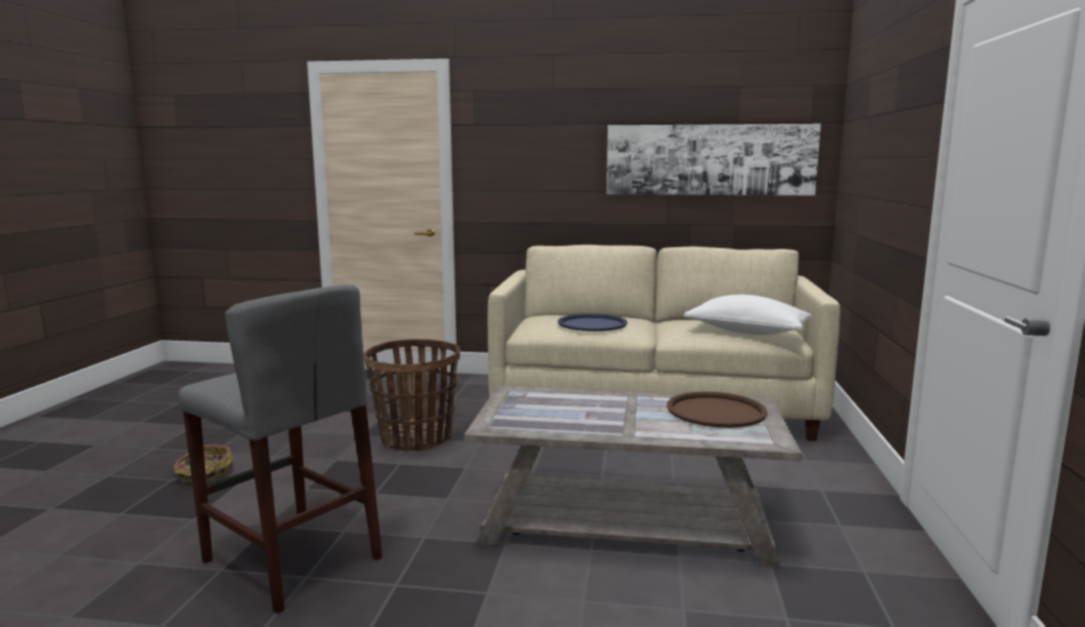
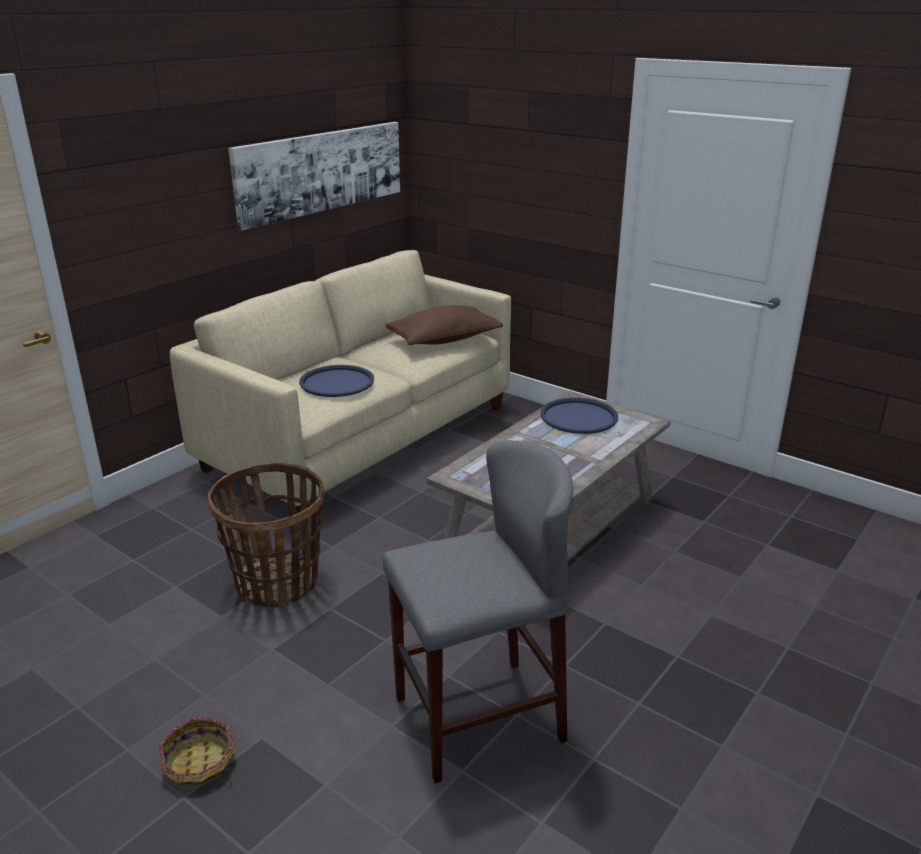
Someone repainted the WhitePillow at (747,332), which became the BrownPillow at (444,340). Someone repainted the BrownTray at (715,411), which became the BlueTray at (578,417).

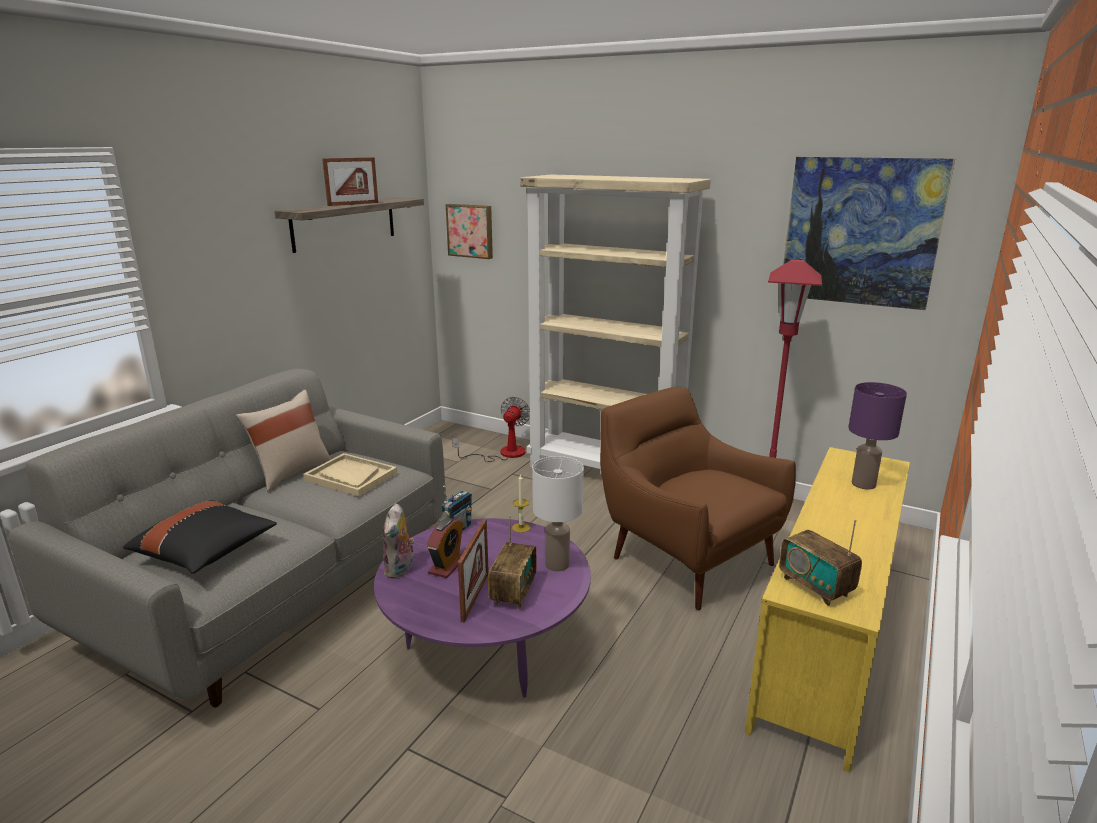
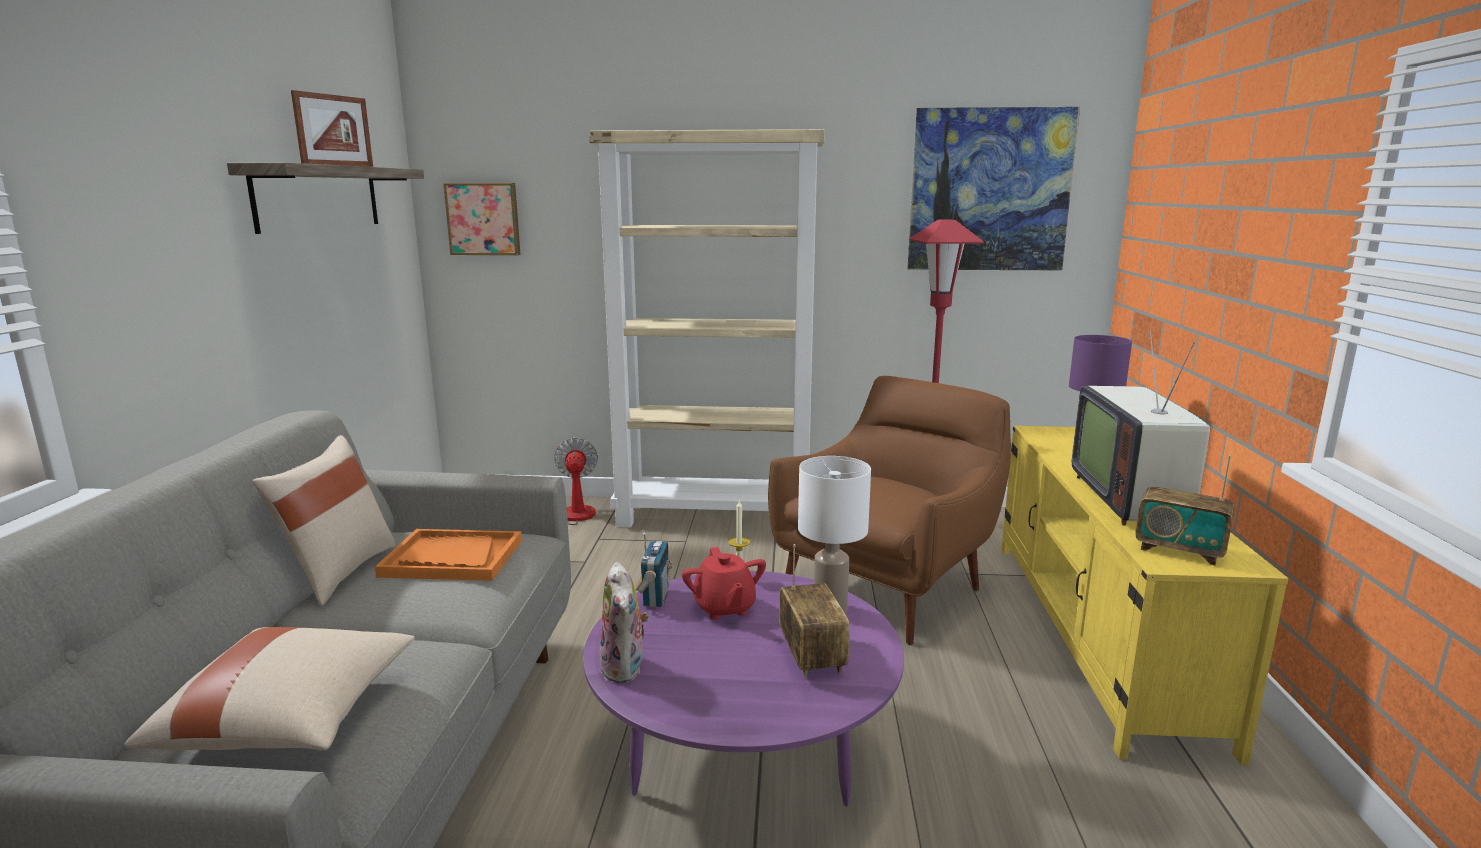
Someone repainted the BlackPillow at (206,553), which became the BeigePillow at (292,719). Someone repainted the BeigeTray at (350,477), which became the OrangeTray at (452,558). Someone put down the RedTeapot at (724,608). Someone rotated the BrownArmchair at (686,558) by 105 degrees clockwise. Someone put down the Television at (1133,499). Someone took away the AlarmClock at (447,566). Someone took away the PictureFrame at (475,596).

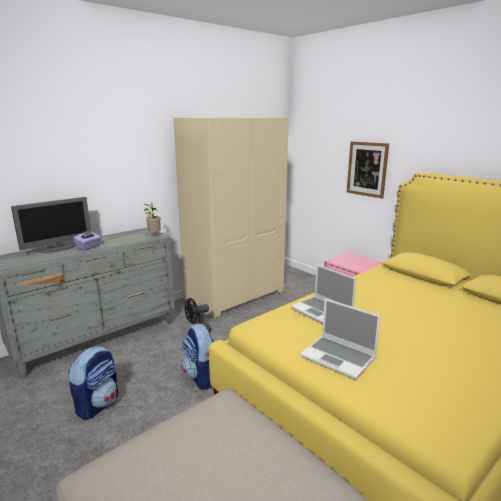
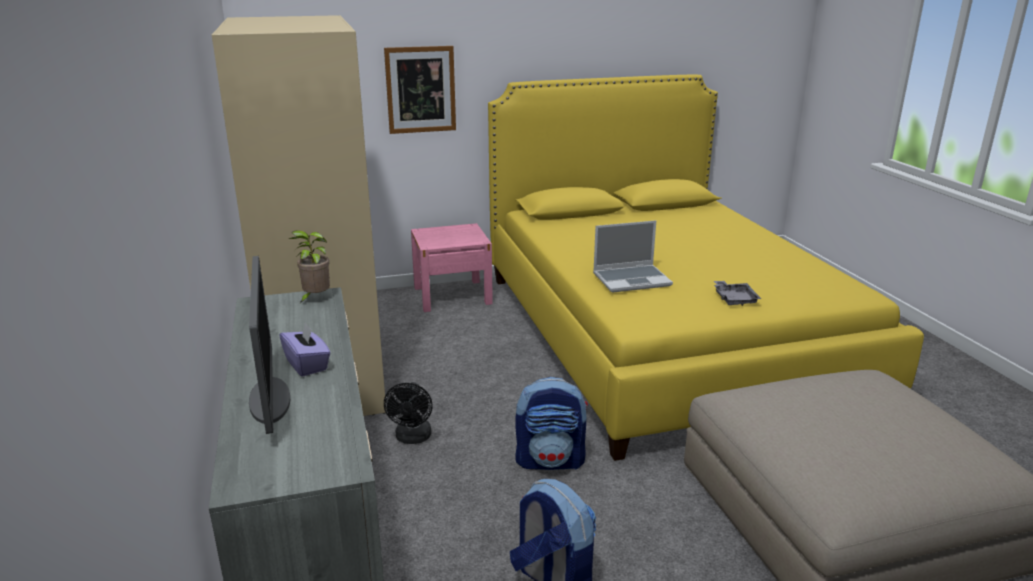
Someone swapped the Laptop at (339,357) for the GreyTray at (734,299).

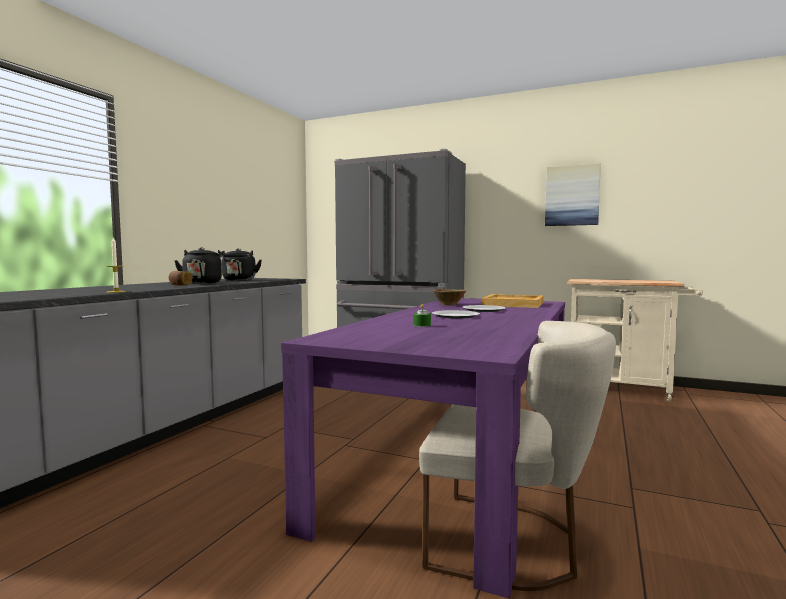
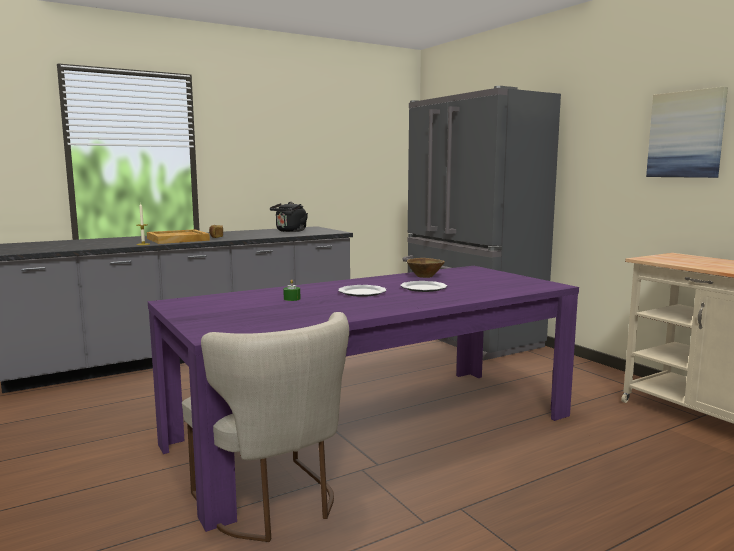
Someone carried the BeigeTray from (513,304) to (178,239). Someone took away the BlackKettle at (202,283).

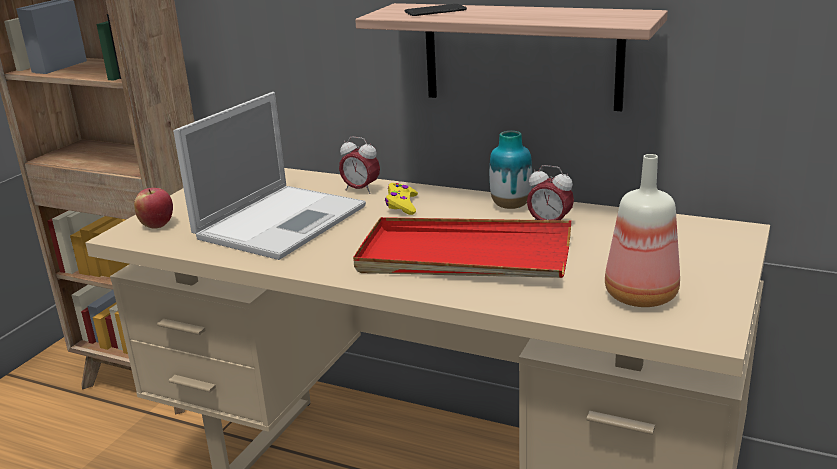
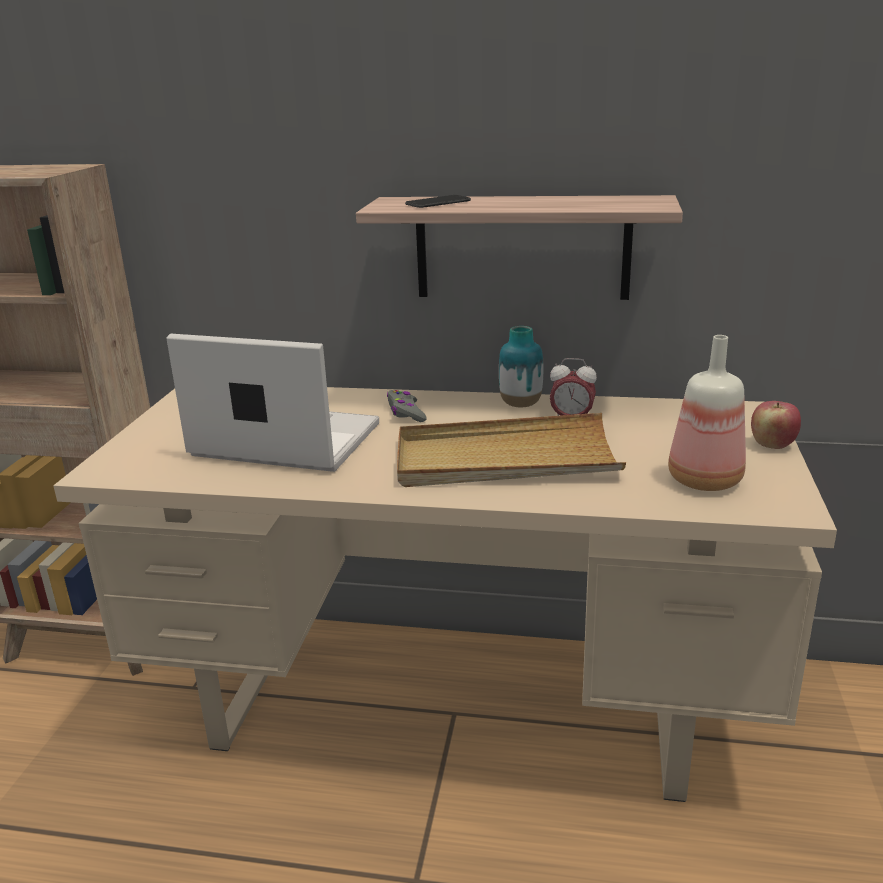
Someone rotated the Laptop at (283,221) by 90 degrees counterclockwise. Someone repainted the YellowGameController at (401,205), which became the GreyGameController at (405,413). Someone repainted the RedTray at (464,256), which became the BeigeTray at (505,459). Someone carried the Apple from (157,225) to (772,445). Someone took away the AlarmClock at (361,190).

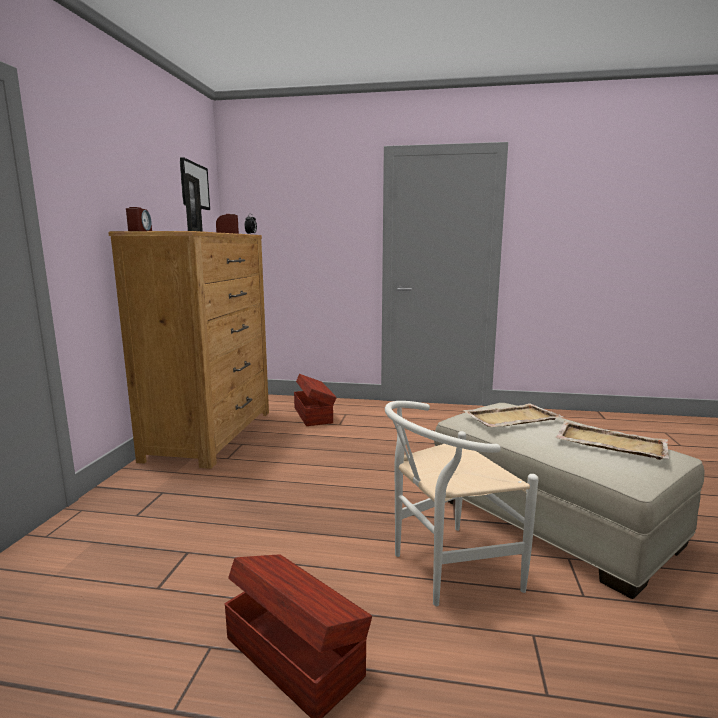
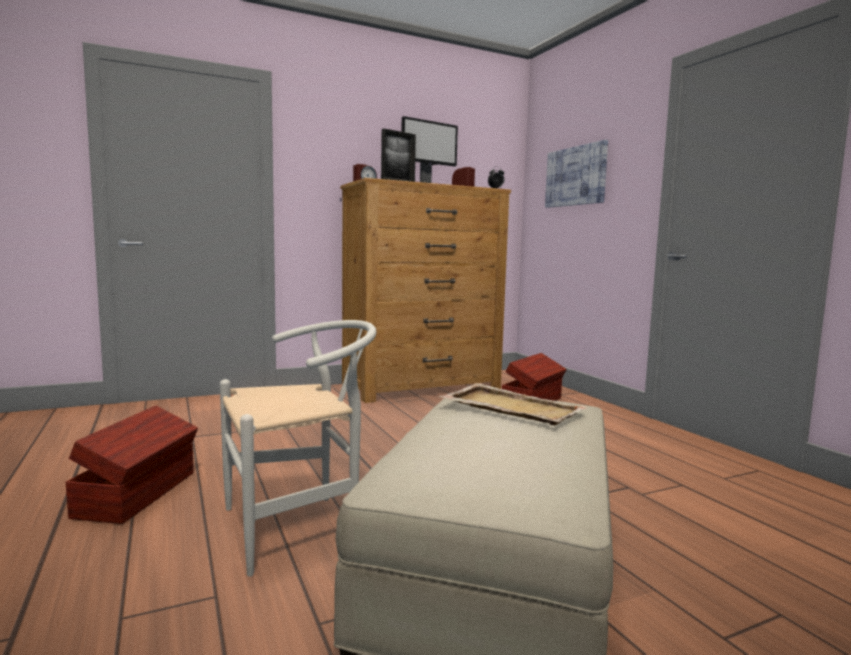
Someone rotated the WhiteChair at (444,569) by 120 degrees clockwise. Someone put up the Picture at (576,176). Someone took away the BeigeTray at (609,443).

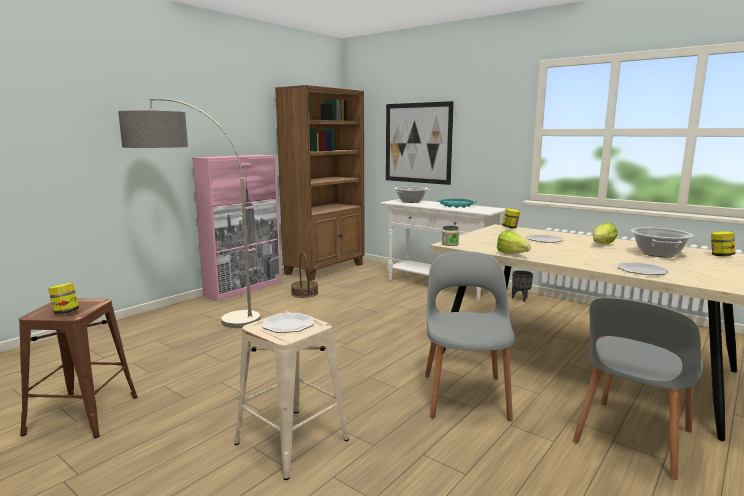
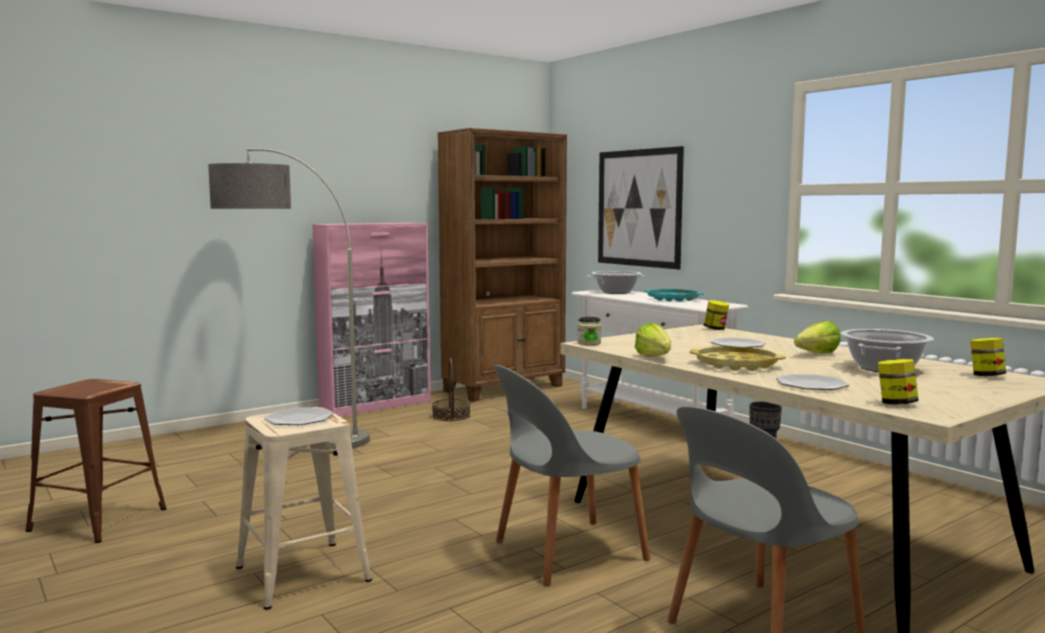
Someone rotated the GreyChair at (465,394) by 135 degrees counterclockwise. Someone put down the YellowTray at (736,365). Someone carried the Jar from (65,312) to (896,403).

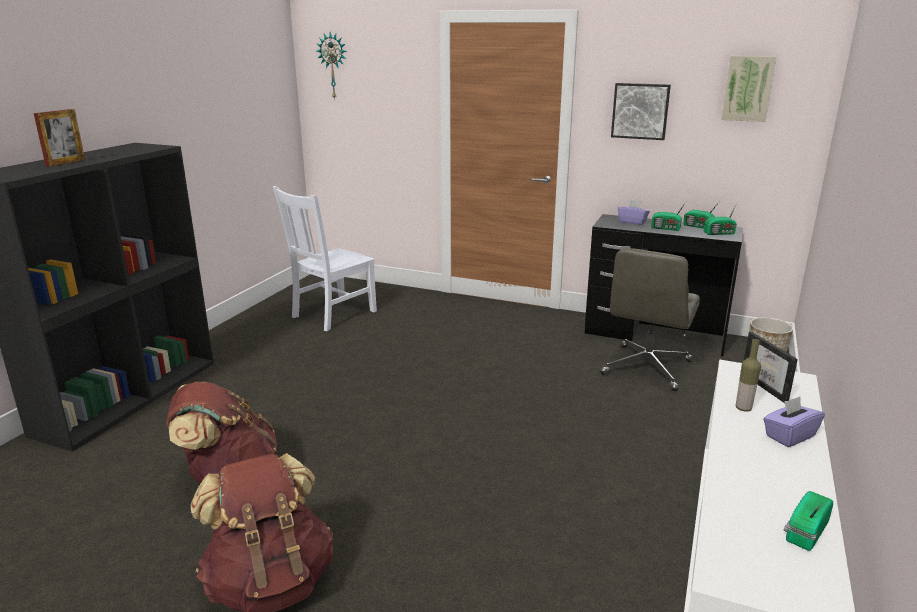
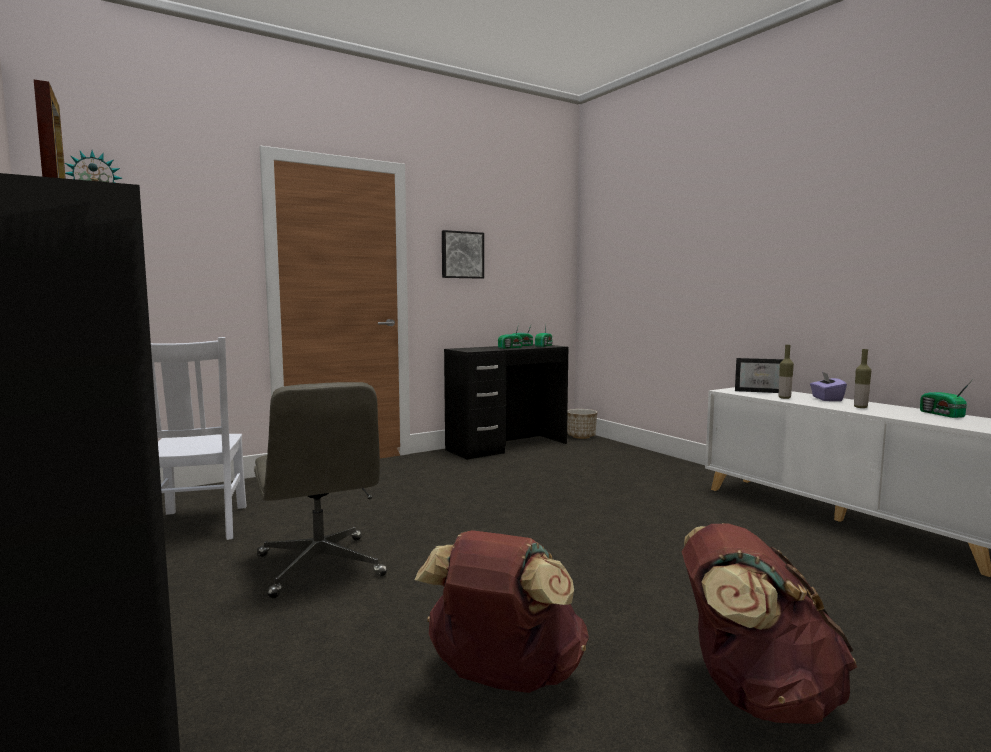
Someone carried the GreyOfficeChair from (646,368) to (320,566). Someone put down the Bottle at (860,407). Someone took away the PurpleTissueBox at (632,222). Someone took away the Picture at (748,88).

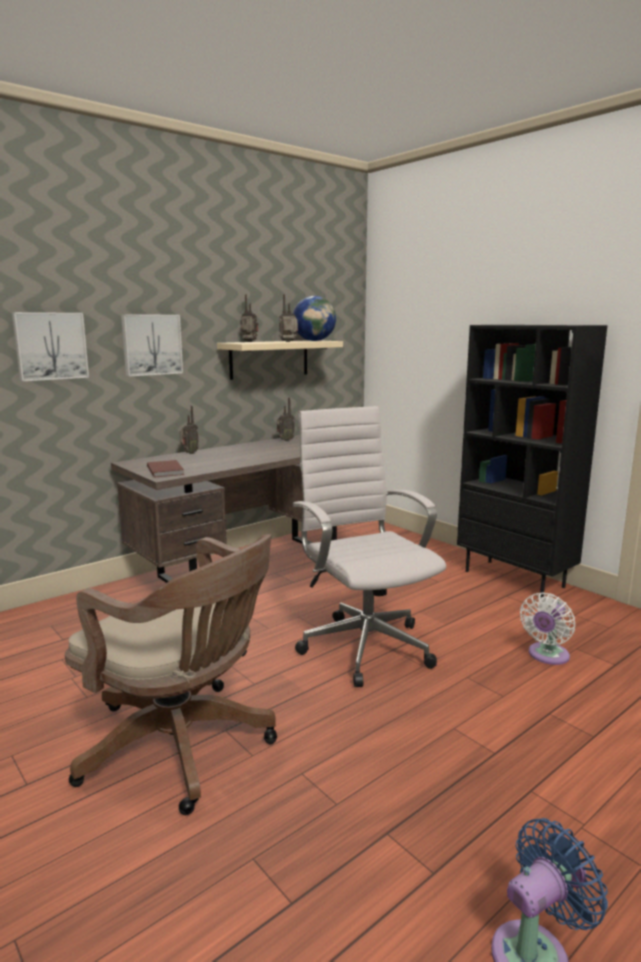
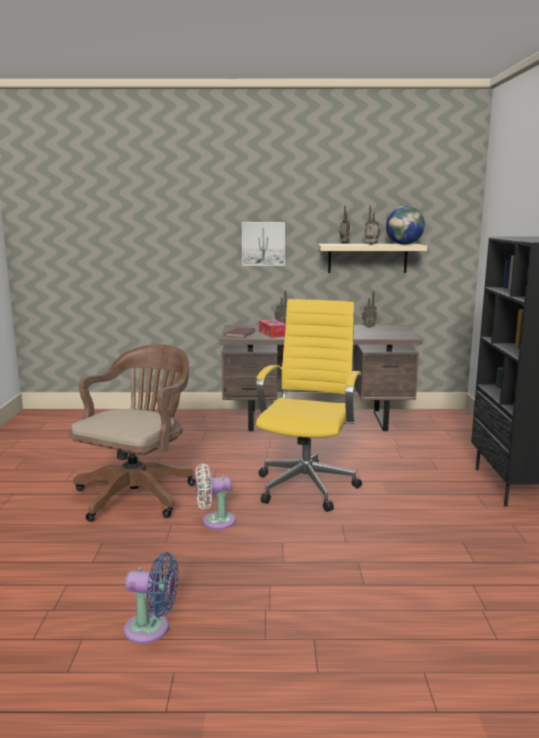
Someone rotated the BrownOfficeChair at (183,747) by 135 degrees counterclockwise. Someone carried the WhiteFan from (546,656) to (215,521). Someone repainted the WhiteOfficeChair at (363,645), which became the YellowOfficeChair at (307,485). Someone put down the TissueBox at (272,333). Someone took away the Picture at (50,346).

